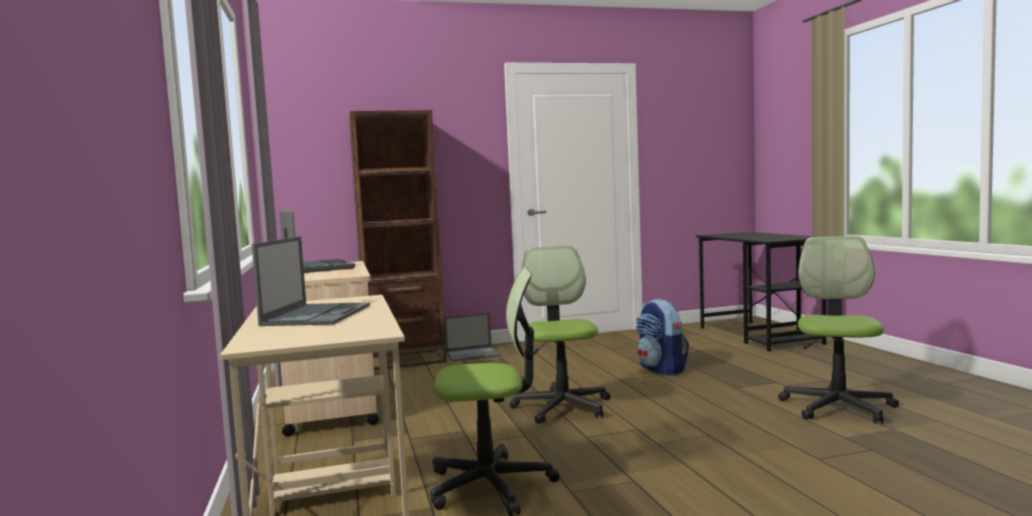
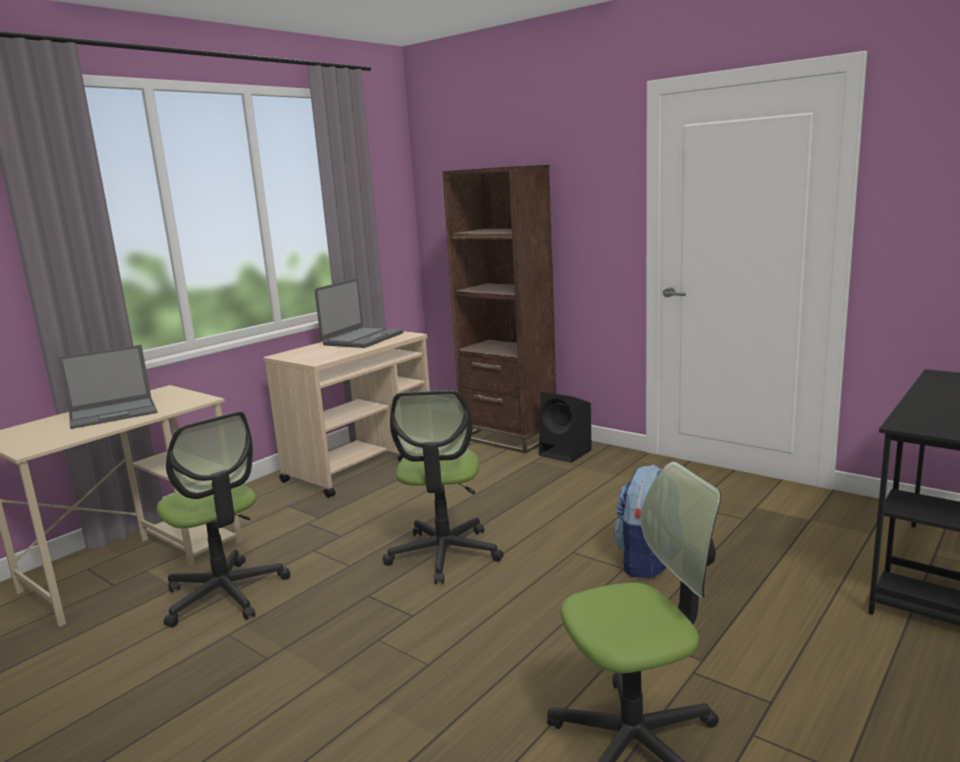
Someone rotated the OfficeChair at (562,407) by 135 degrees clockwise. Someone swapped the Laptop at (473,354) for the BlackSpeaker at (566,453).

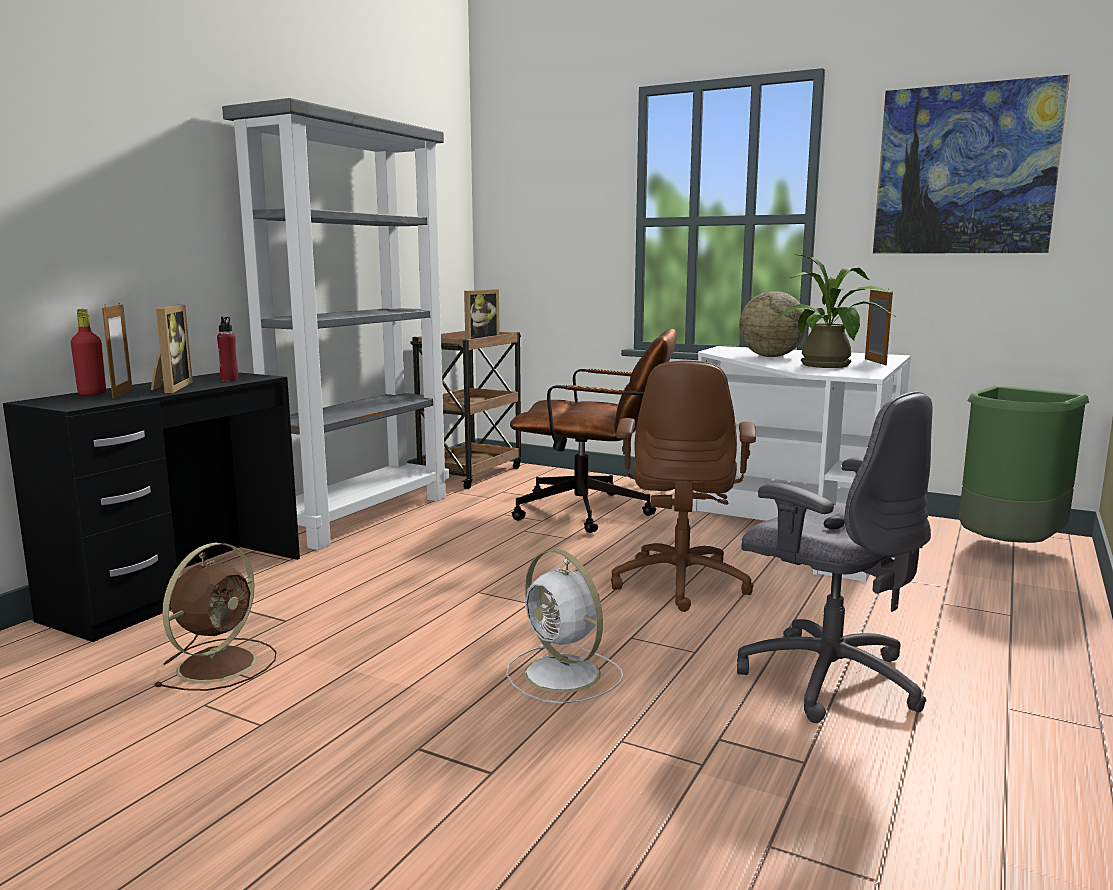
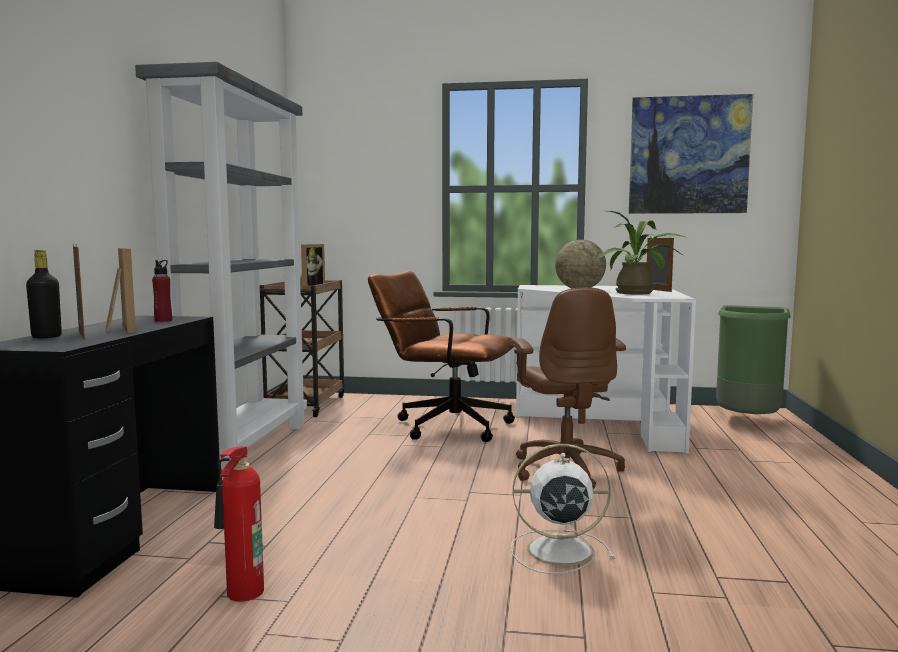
Someone repainted the RedBottle at (92,393), which became the BlackBottle at (46,337). Someone swapped the BrownFan at (220,663) for the FireExtinguisher at (240,594). Someone rotated the BrownOfficeChair at (595,513) by 150 degrees counterclockwise. Someone rotated the WhiteFan at (564,675) by 150 degrees clockwise. Someone took away the GreyOfficeChair at (827,678).

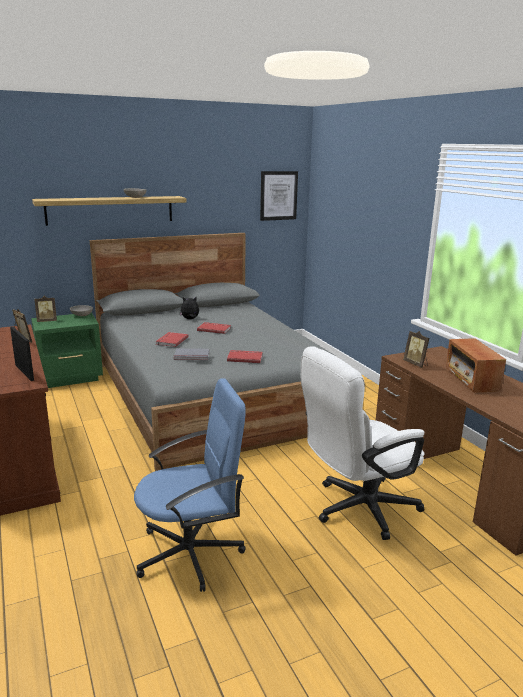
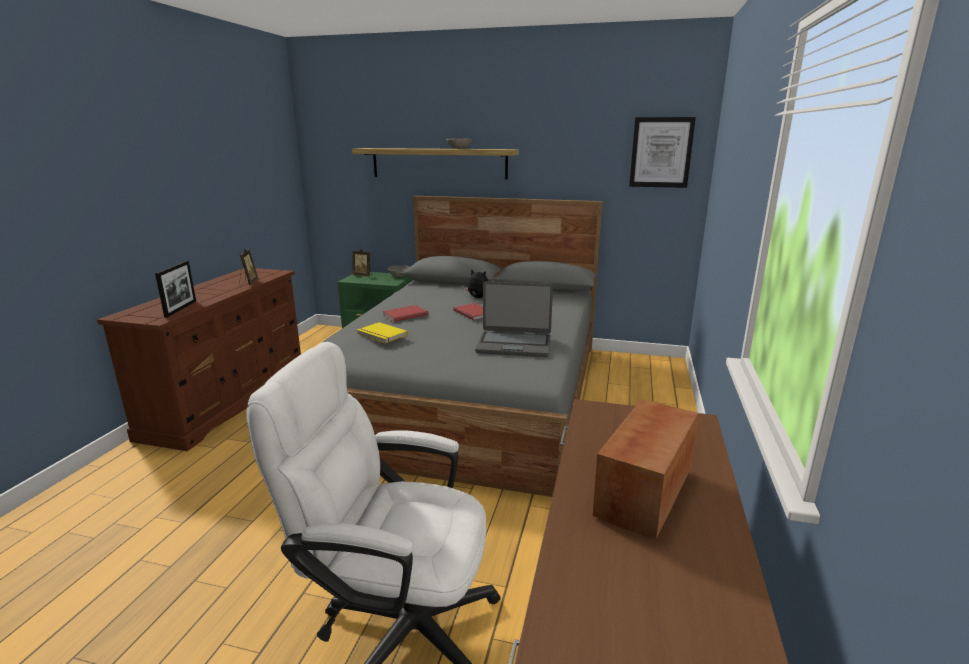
Someone repainted the GreyBook at (191,356), which became the YellowBook at (381,335). Someone put down the Laptop at (514,344). Someone took away the BlueOfficeChair at (191,553). Someone took away the RedBook at (245,357). Someone took away the PictureFrame at (416,364).

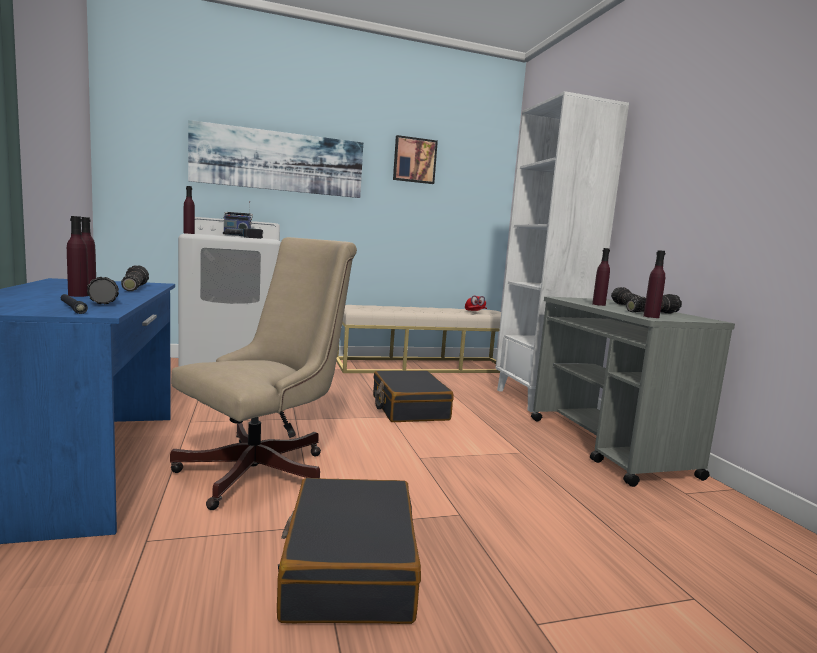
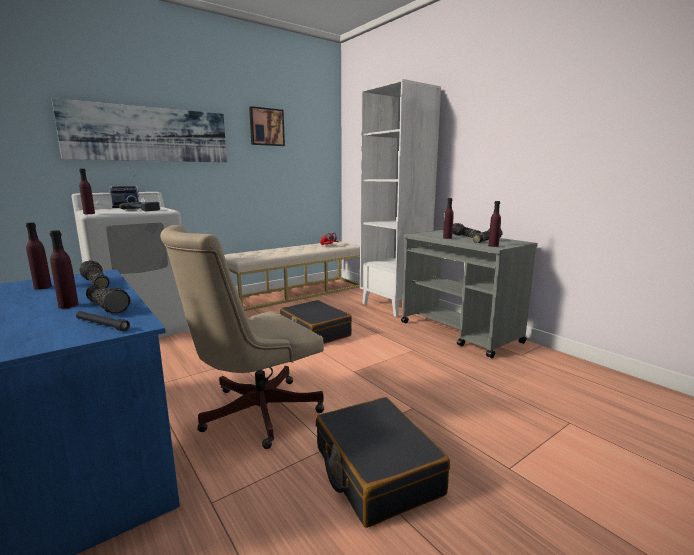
Someone rotated the BeigeOfficeChair at (265,470) by 150 degrees counterclockwise.

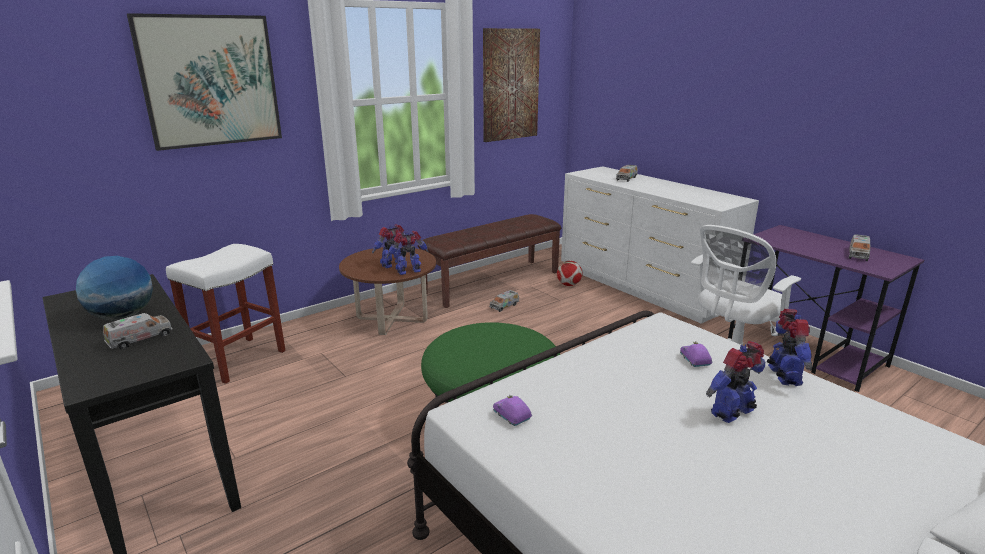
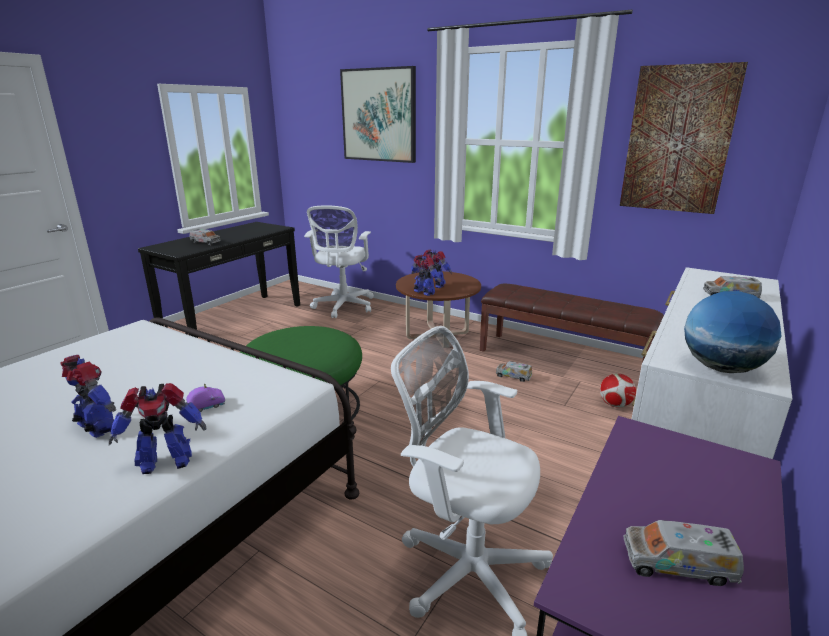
Someone swapped the WhiteStool at (237,360) for the WhiteOfficeChair at (343,307). Someone carried the Globe from (122,317) to (721,368). Someone took away the PurpleToyCar at (511,417).

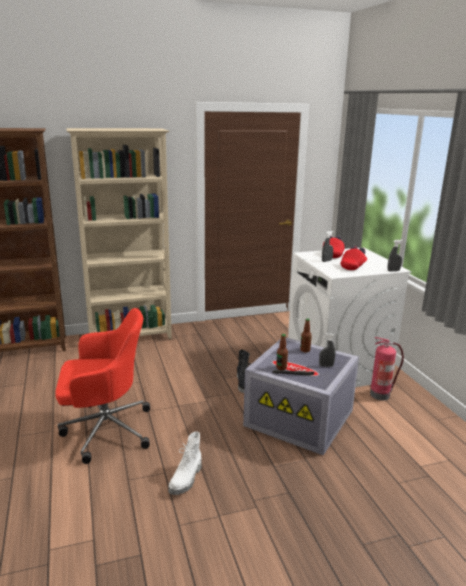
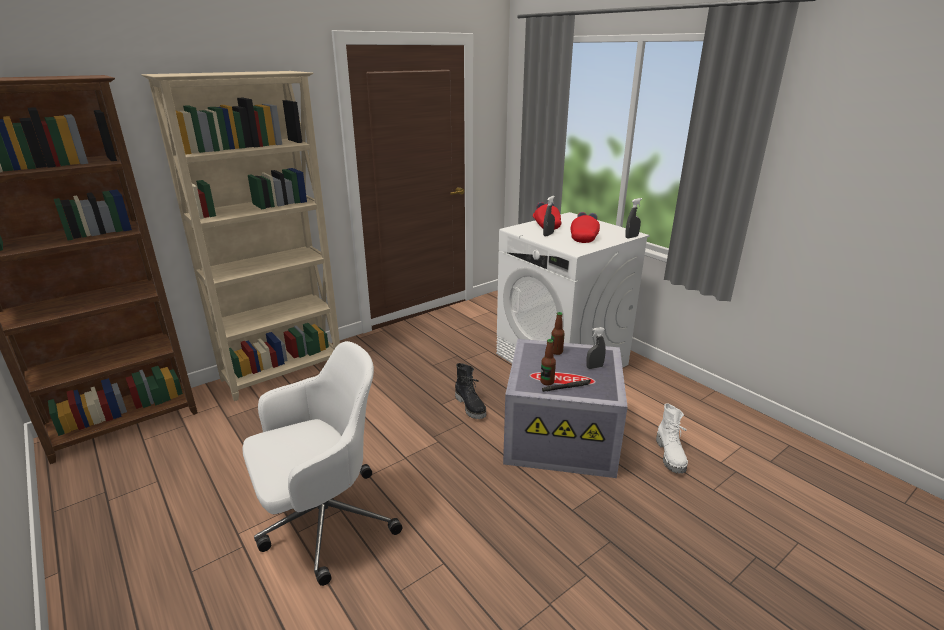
Someone repainted the RedOfficeChair at (105,430), which became the WhiteOfficeChair at (324,522). Someone carried the WhiteBoot from (186,479) to (671,455). Someone took away the FireExtinguisher at (380,394).

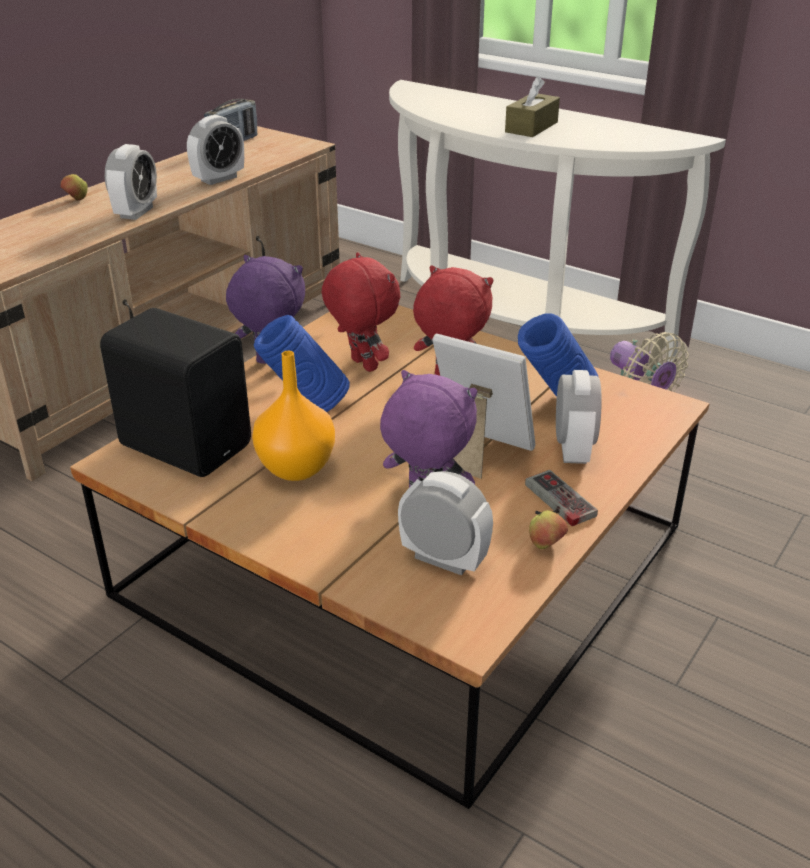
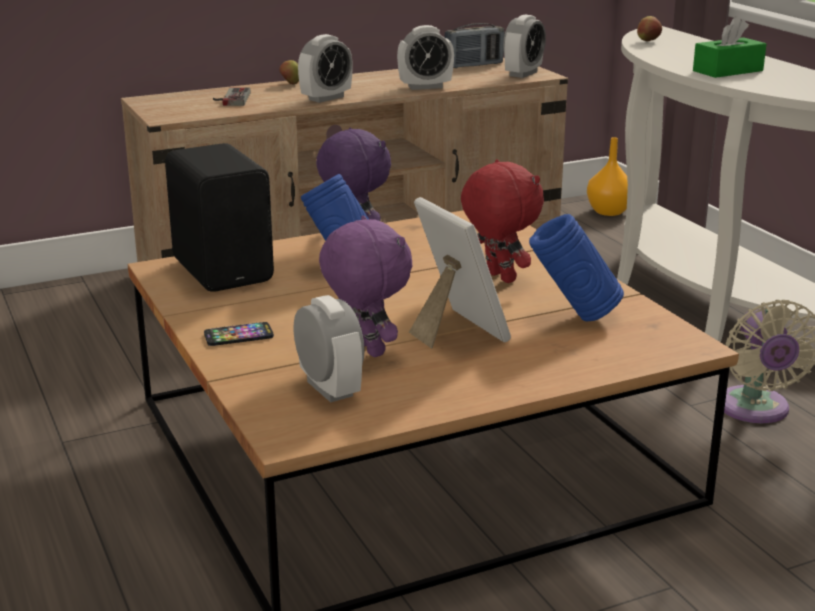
Someone put down the Phone at (238,335). Someone carried the GameController from (552,503) to (230,99). Someone carried the AlarmClock from (573,450) to (523,74). Someone carried the OrangeVase from (294,467) to (608,211). Someone carried the Apple from (546,545) to (648,41). Someone repainted the BrownTissueBox at (531,127), which became the GreenTissueBox at (728,71). Someone took away the RedPlushToy at (362,365).

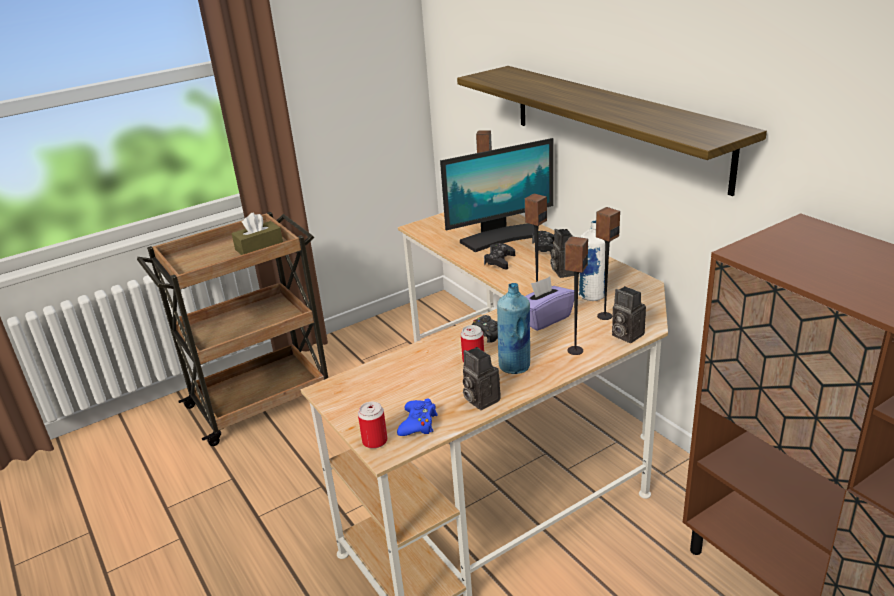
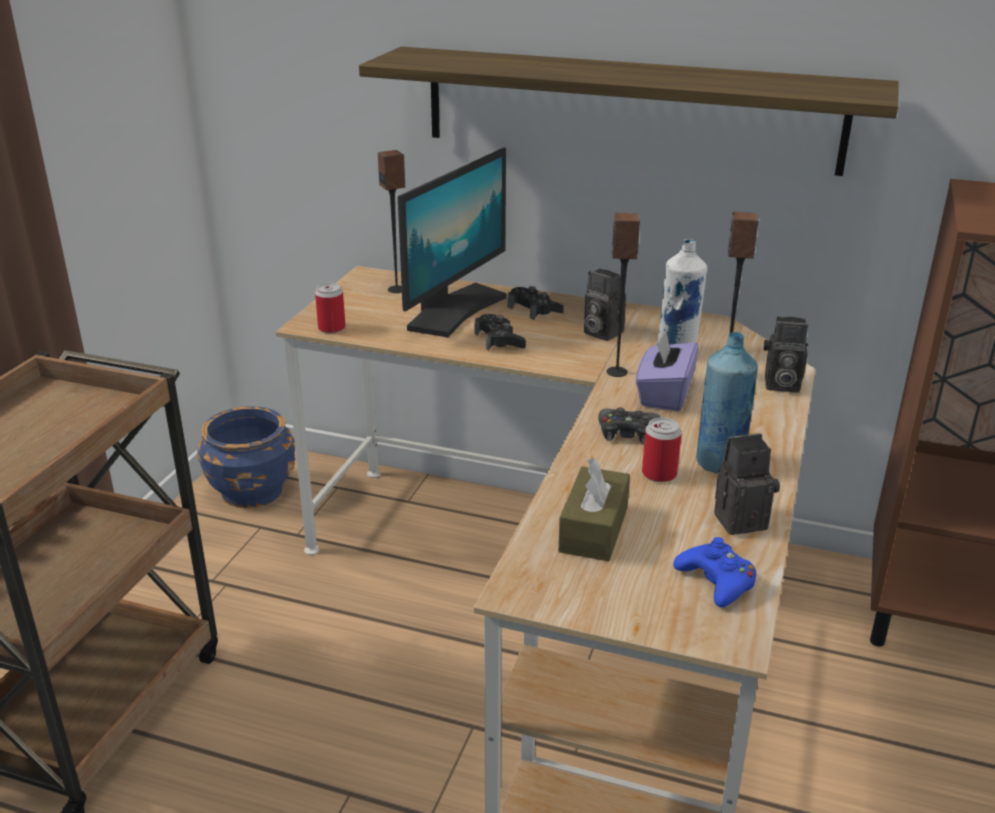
Someone put down the BluePlanter at (252,490). Someone carried the Can from (375,441) to (332,328). Someone carried the BrownTissueBox from (259,247) to (593,529). Someone rotated the PhotoCamera at (479,399) by 150 degrees clockwise. Someone took away the Speaker at (575,350).

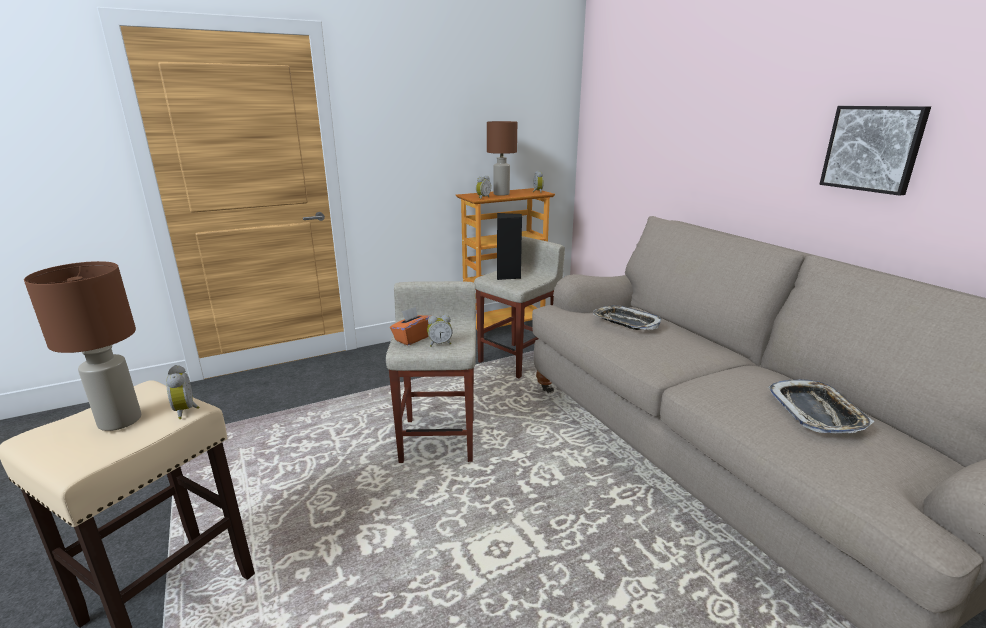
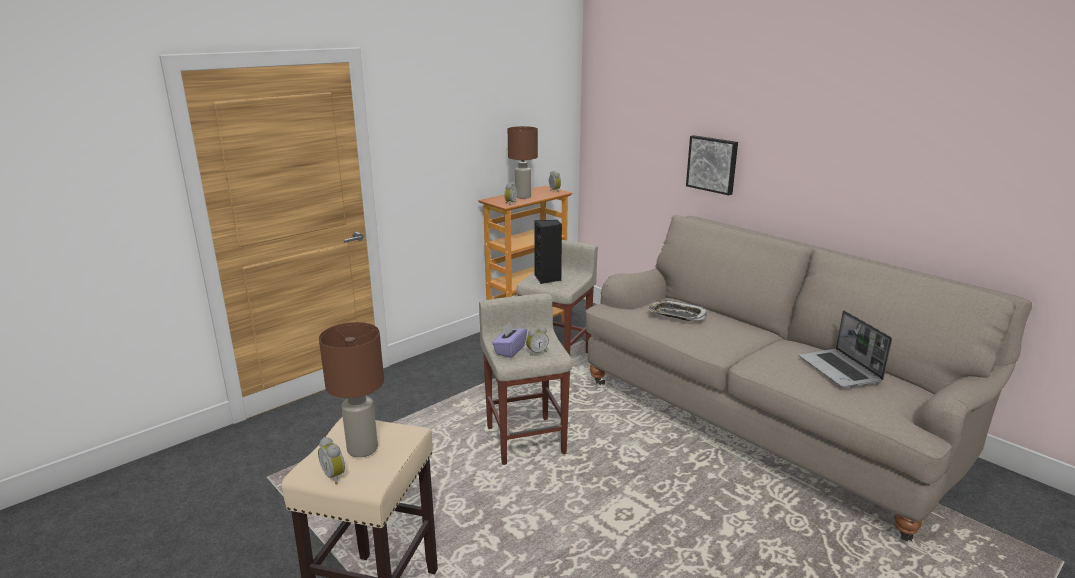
Someone carried the AlarmClock from (187,410) to (335,476). Someone repainted the OrangeTissueBox at (413,338), which became the PurpleTissueBox at (509,350). Someone carried the Picture from (873,148) to (712,164). Someone swapped the Tray at (816,412) for the Laptop at (840,370).

